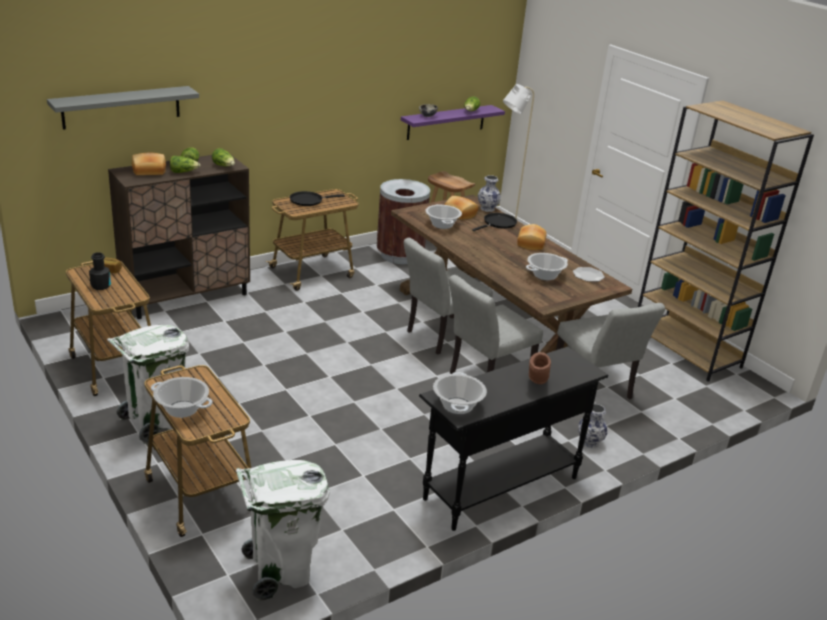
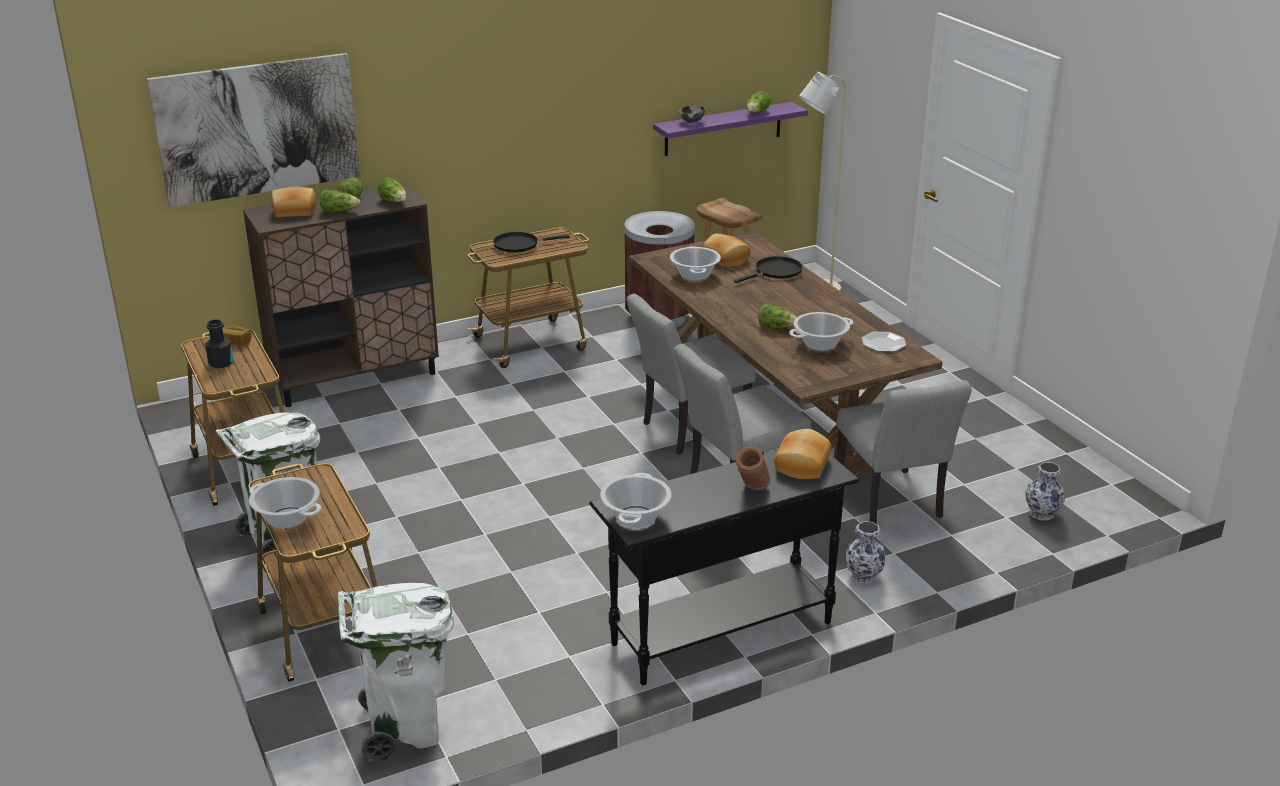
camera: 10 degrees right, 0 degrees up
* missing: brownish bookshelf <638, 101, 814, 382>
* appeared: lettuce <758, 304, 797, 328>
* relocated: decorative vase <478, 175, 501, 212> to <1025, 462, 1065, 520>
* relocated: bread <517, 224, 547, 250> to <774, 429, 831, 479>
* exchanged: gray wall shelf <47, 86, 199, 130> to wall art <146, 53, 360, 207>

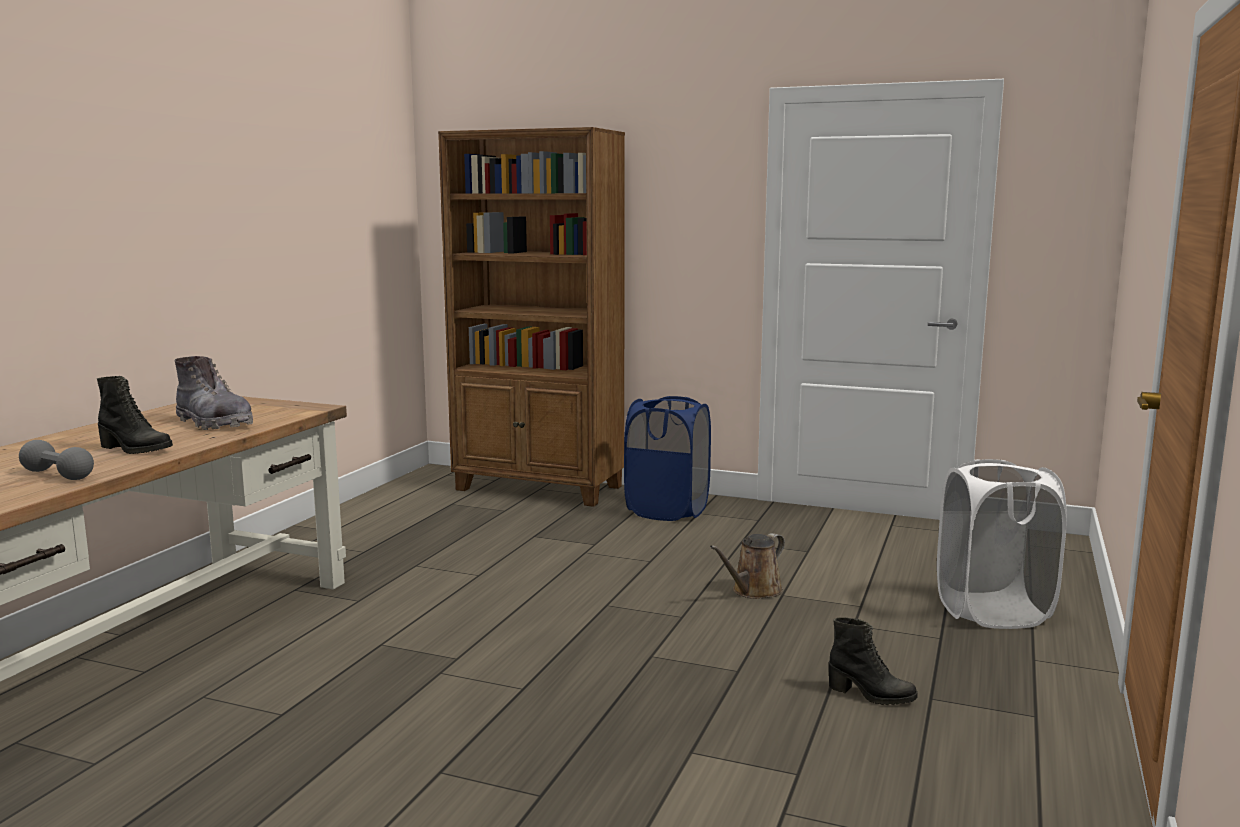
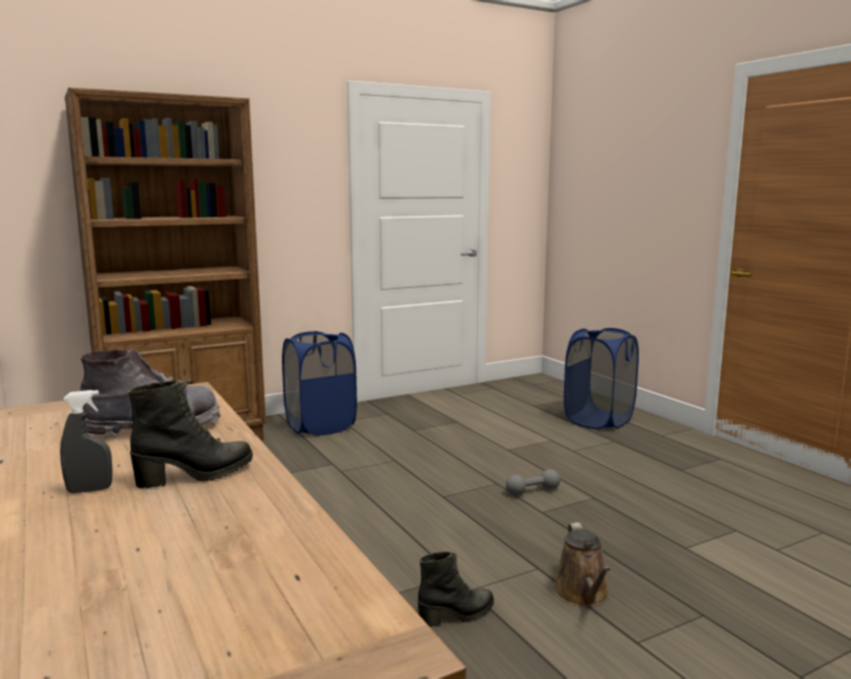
camera: 50 degrees left, 0 degrees up
* appeared: gray hand sprayer <60, 390, 113, 493>
* relocated: gray free weight <19, 440, 94, 480> to <506, 469, 560, 496>
* relocated: brownish watering pot <710, 533, 785, 599> to <553, 522, 611, 607>
* relocated: black-coloured tall boot <829, 618, 918, 705> to <418, 551, 494, 627>
* colour: white-coloured laundry basket <937, 459, 1067, 629> to blue-coloured laundry basket <564, 328, 639, 430>

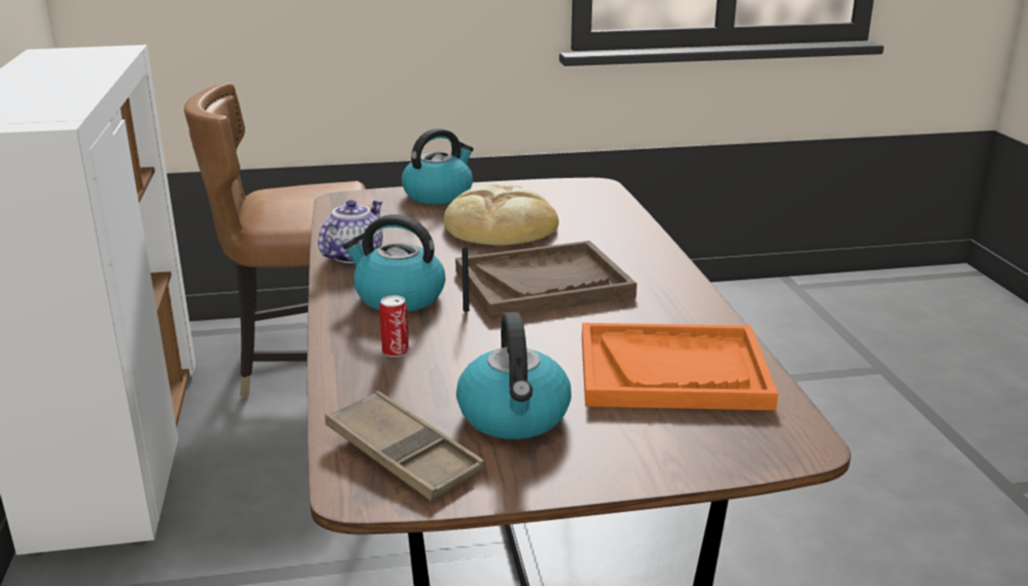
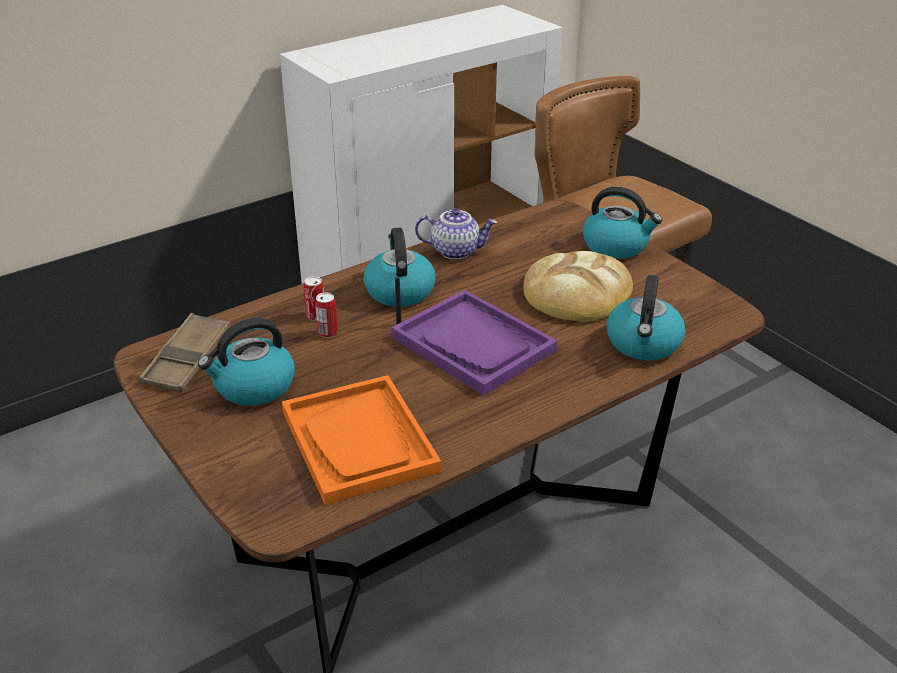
camera: 65 degrees right, 10 degrees up
* appeared: can <315, 292, 338, 338>
* appeared: water kettle <607, 275, 686, 360>
* colour: brownish carrying tray <455, 241, 637, 319> to purple carrying tray <391, 290, 557, 396>

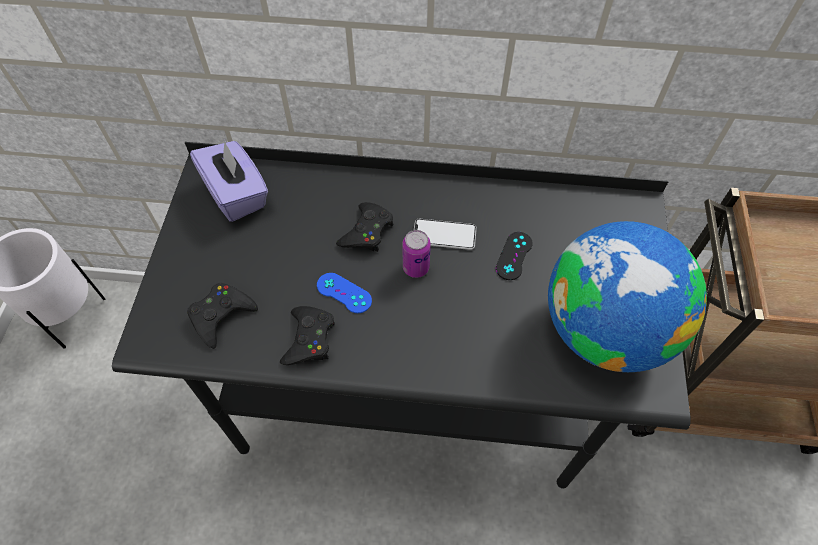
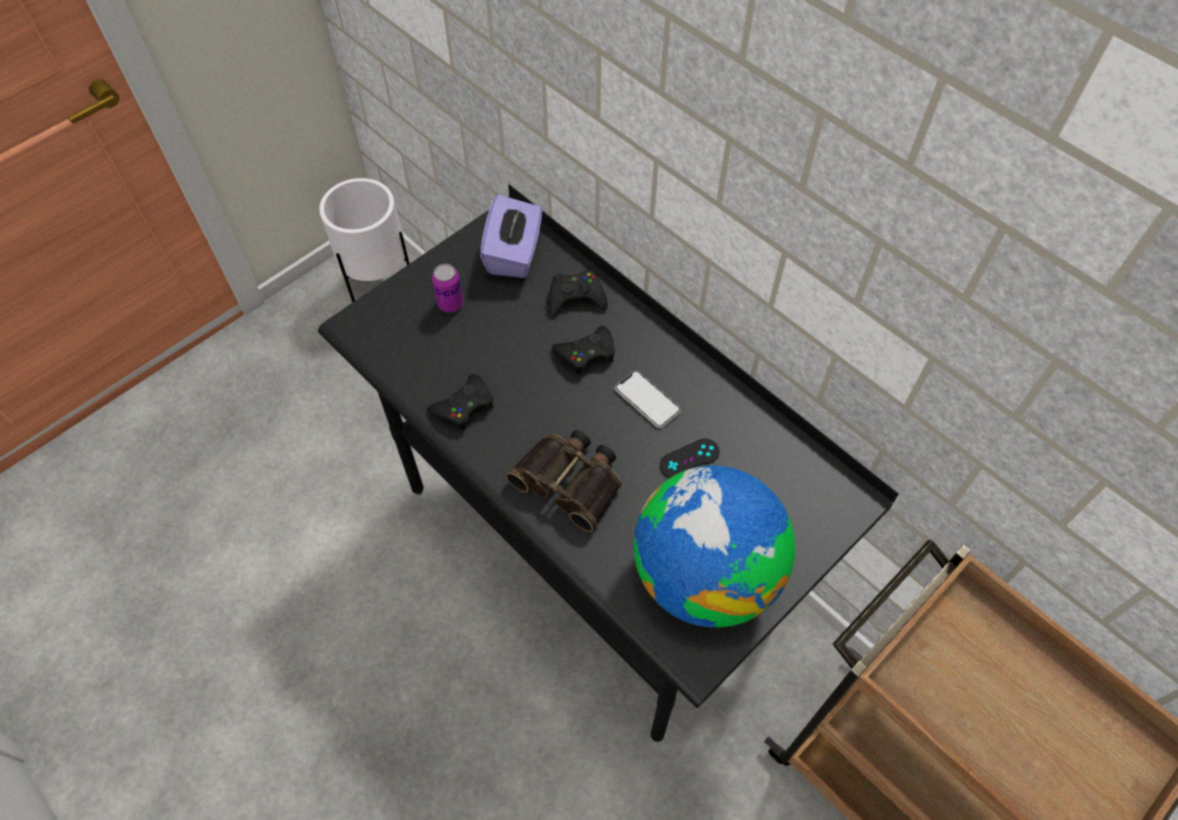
camera: 40 degrees right, 0 degrees up
* missing: blue-coloured gamepad <317, 273, 372, 313>
* appeared: field glasses <506, 430, 622, 532>
* relocated: black-coloured gamepad <187, 283, 258, 349> to <549, 270, 608, 318>
* relocated: can <402, 230, 431, 278> to <432, 264, 463, 312>

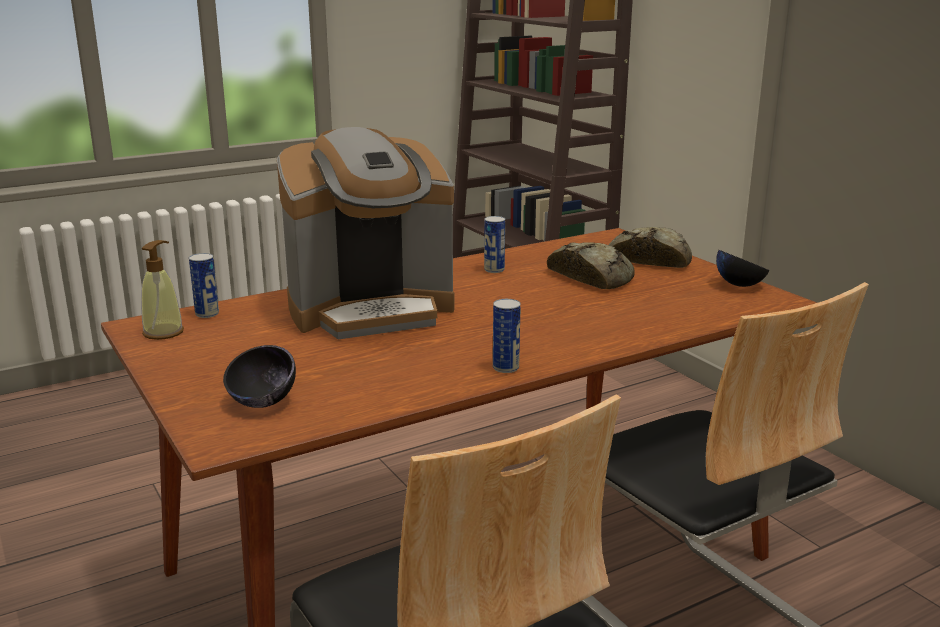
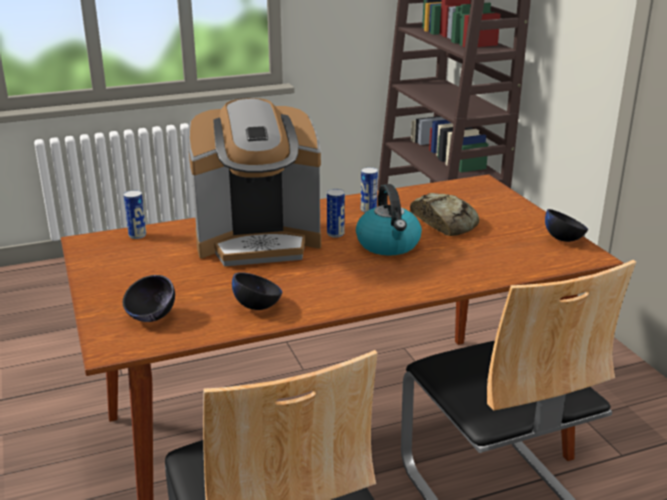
camera: 10 degrees right, 5 degrees up
* missing: soap dispenser <141, 240, 184, 340>
* missing: bread <609, 227, 692, 268>
* appeared: black-coloured bowl <232, 272, 282, 310>
* appeared: water kettle <356, 184, 422, 256>
* relocated: can <493, 299, 521, 373> to <327, 189, 345, 238>

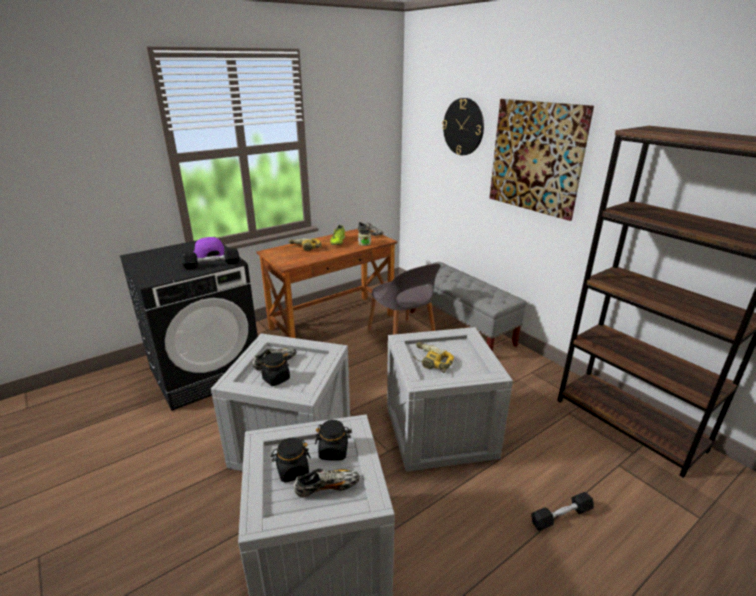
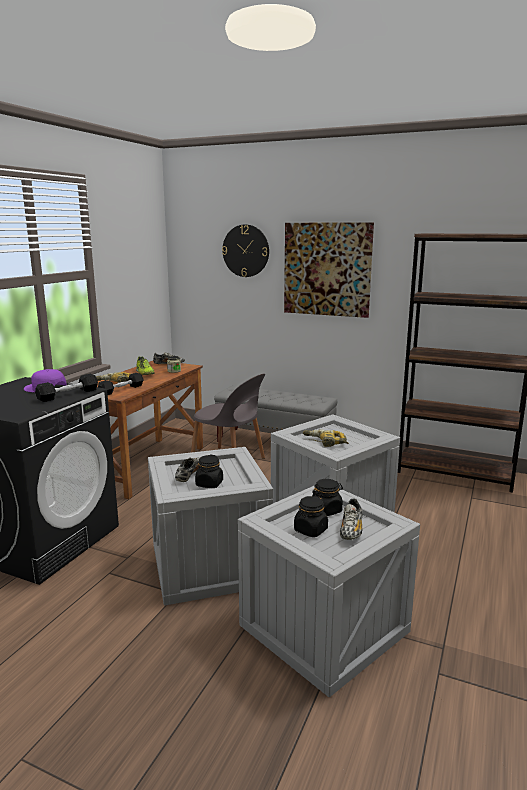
camera: 30 degrees left, 10 degrees down
* relocated: black-coloured free weight <531, 492, 594, 531> to <98, 373, 144, 395>
* spun: shoe <294, 469, 360, 498> = <340, 498, 363, 540> 150 degrees clockwise

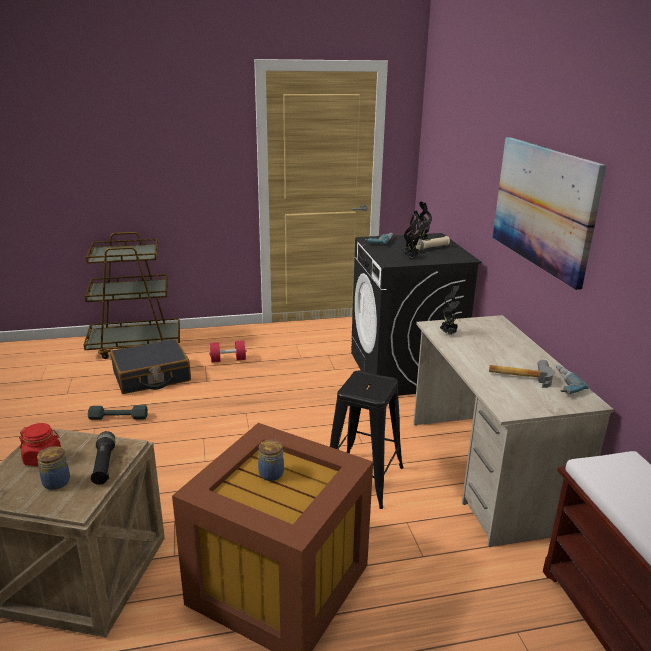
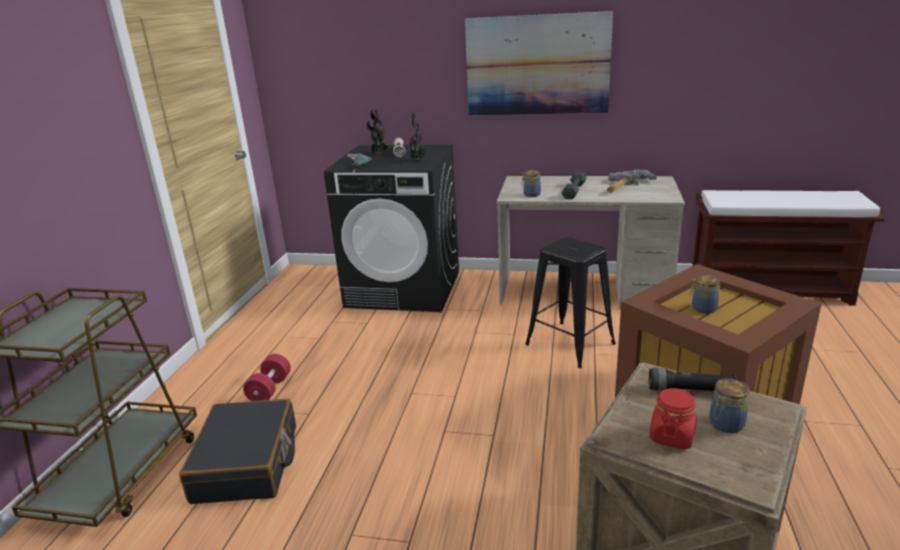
camera: 65 degrees left, 0 degrees up
* relocated: gray free weight <88, 405, 148, 420> to <562, 171, 587, 199>
* exchanged: potted plant <440, 285, 460, 335> to preserve jar <521, 170, 541, 197>

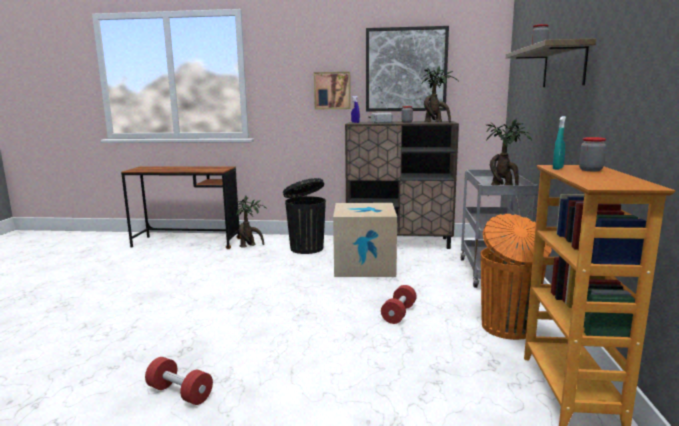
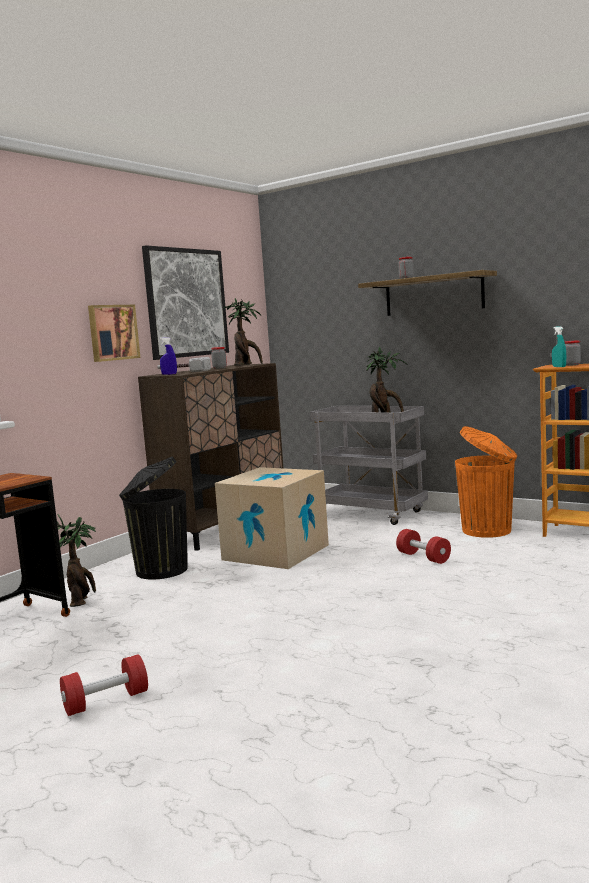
camera: 60 degrees left, 5 degrees down
* relocated: reddish free weight <145, 357, 213, 405> to <60, 654, 148, 716>

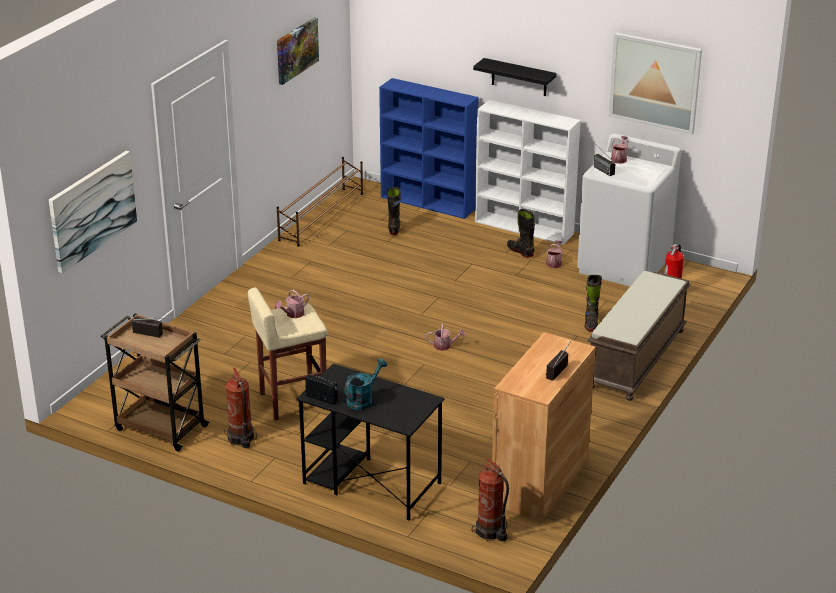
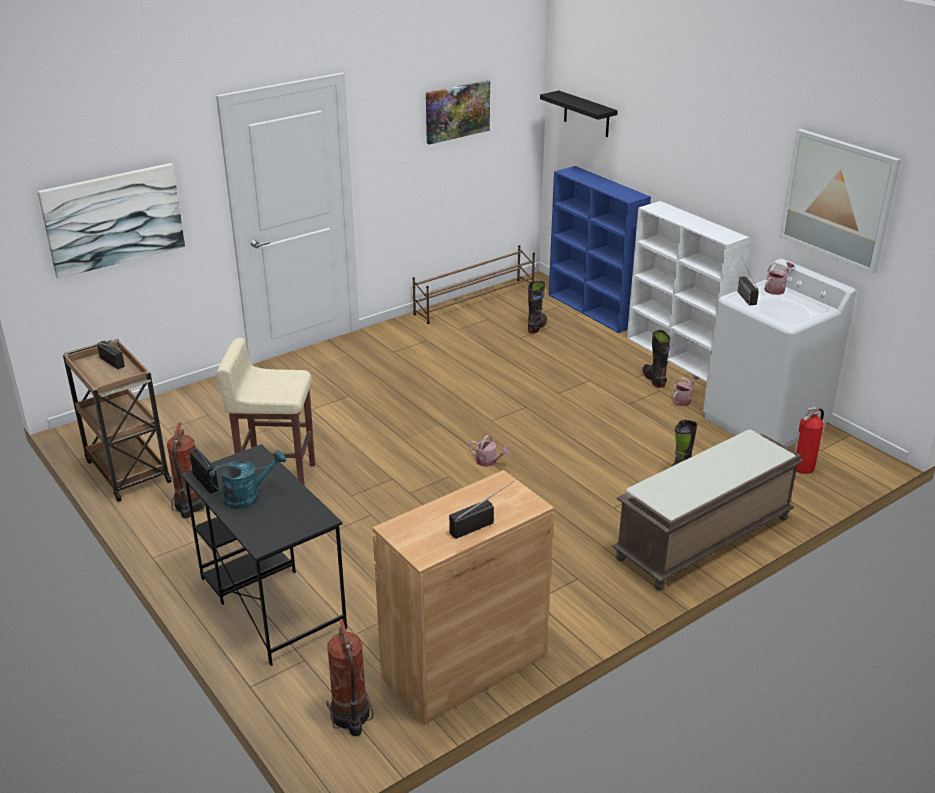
camera: 25 degrees right, 0 degrees up
* missing: watering pot <275, 290, 309, 318>
* relocated: black-coloured wall shelf <473, 58, 557, 96> to <540, 91, 618, 137>

